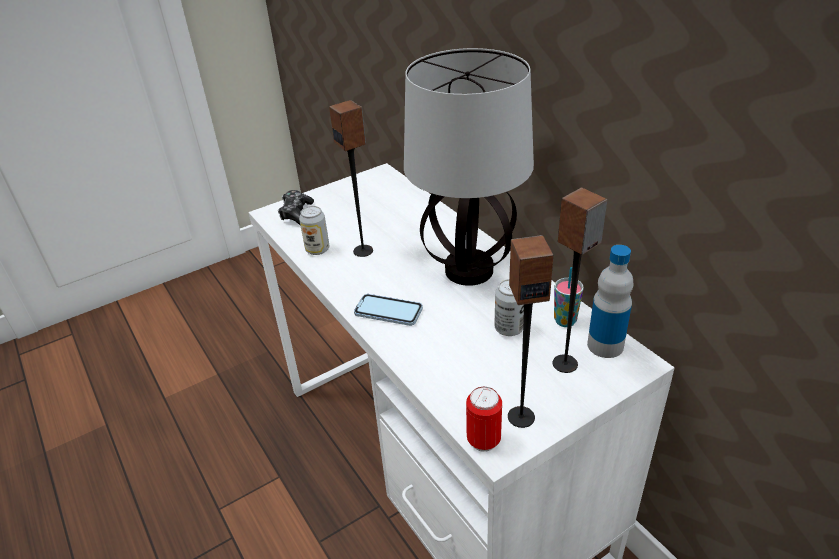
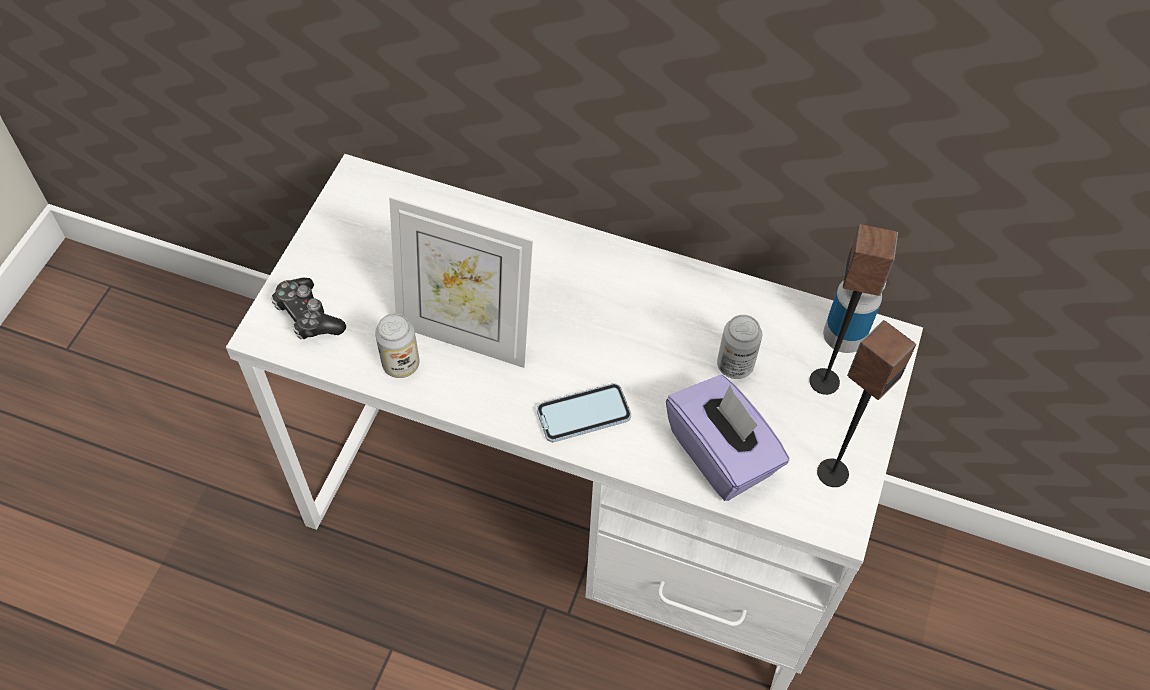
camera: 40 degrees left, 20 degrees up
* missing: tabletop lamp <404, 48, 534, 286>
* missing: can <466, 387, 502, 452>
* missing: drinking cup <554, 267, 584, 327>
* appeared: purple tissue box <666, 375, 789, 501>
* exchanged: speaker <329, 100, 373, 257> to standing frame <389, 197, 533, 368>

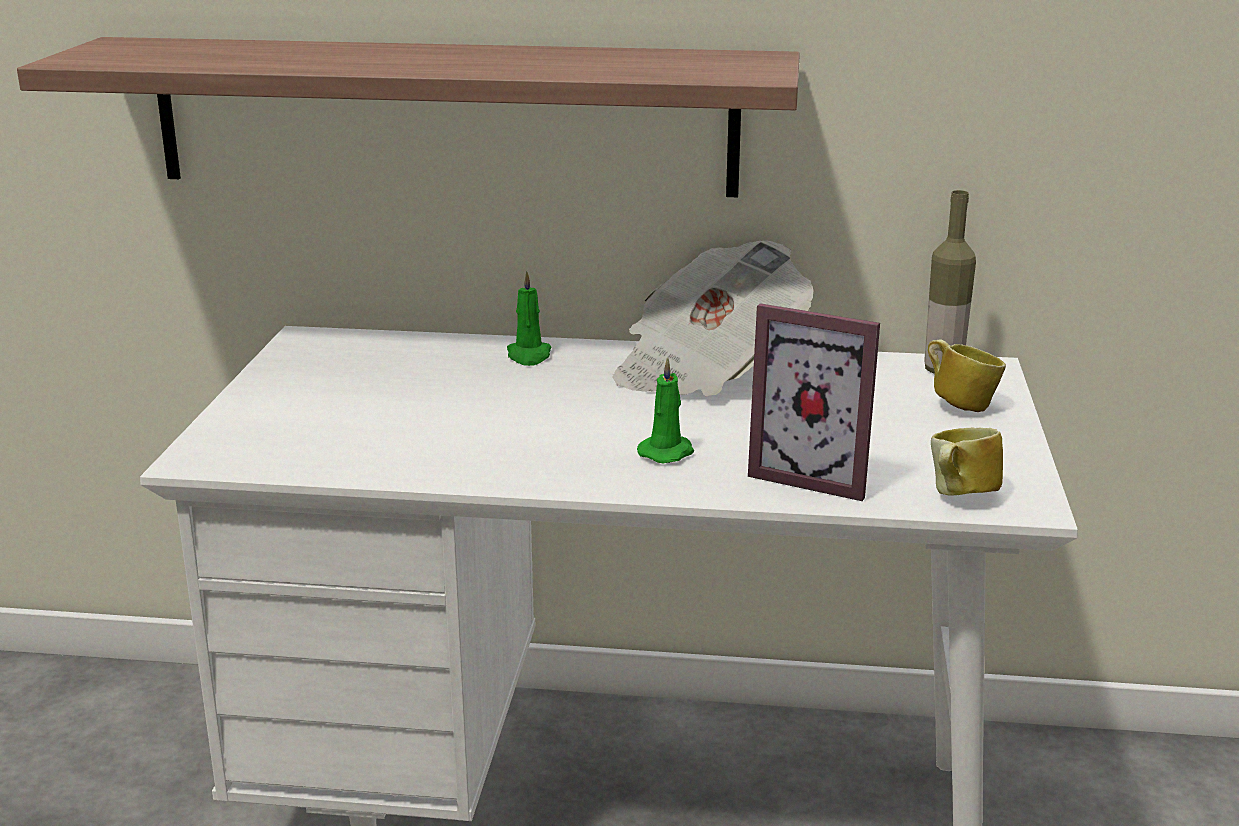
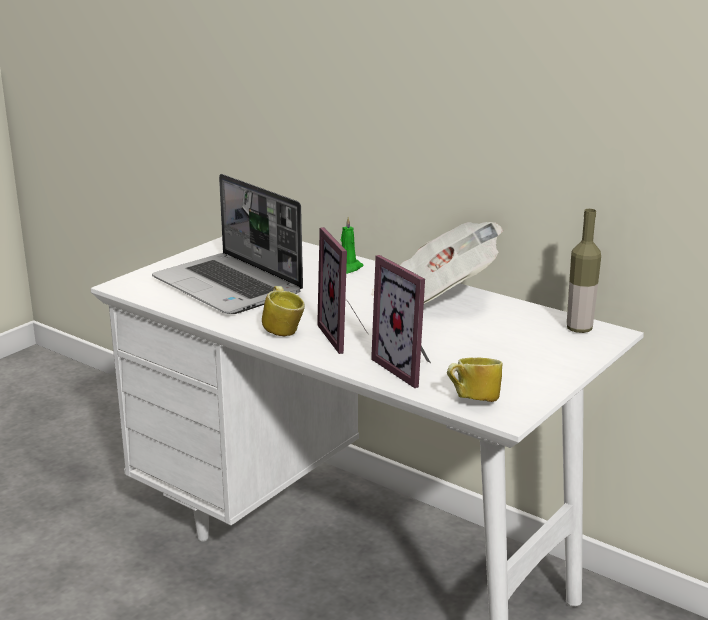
camera: 30 degrees right, 0 degrees up
* missing: wall shelf <17, 37, 800, 197>
* appeared: notebook computer <152, 174, 303, 314>
* relocated: mug <928, 339, 1006, 412> to <262, 286, 305, 336>
* exchanged: green-coloured wax candle <637, 357, 694, 463> to standing frame <317, 227, 367, 354>

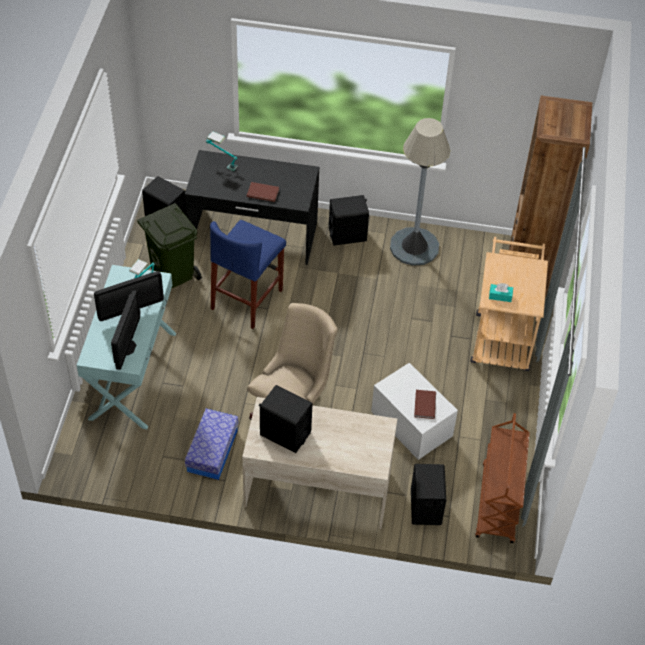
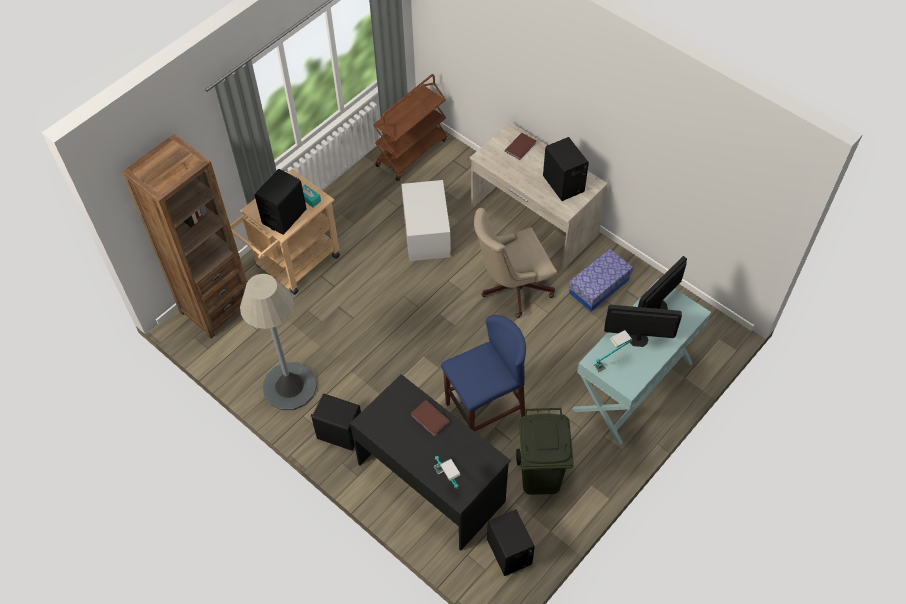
camera: 145 degrees left, 5 degrees up
* relocated: black-coloured speaker <411, 464, 446, 525> to <254, 169, 307, 235>
* relocated: brownish bound book <414, 390, 436, 419> to <505, 133, 536, 160>

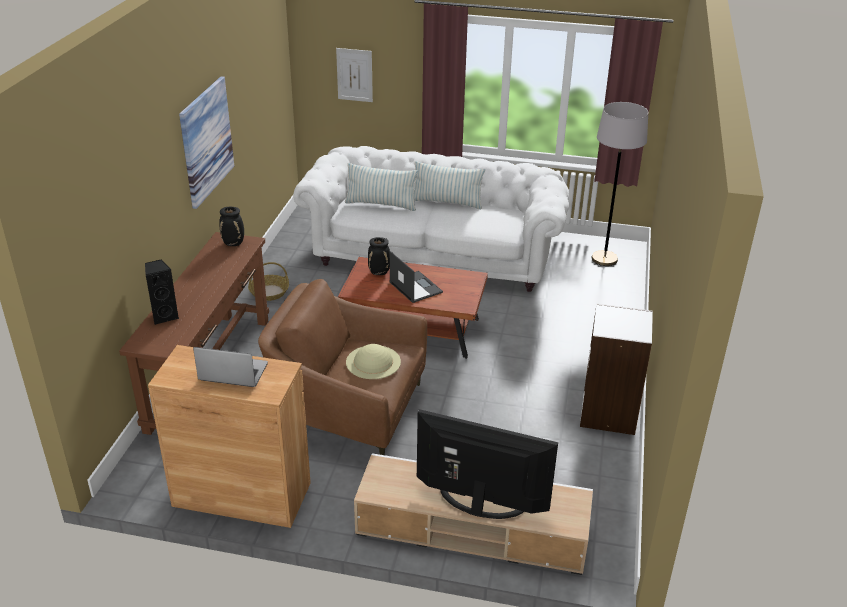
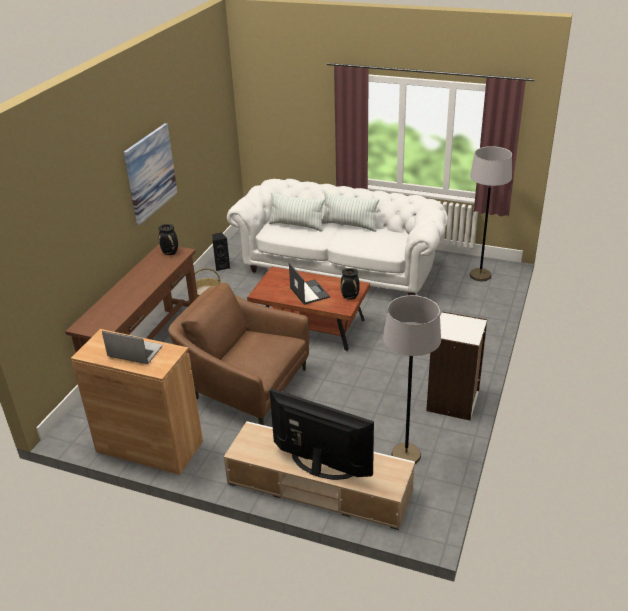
camera: 10 degrees right, 0 degrees up
* missing: wall art <336, 48, 373, 102>
* missing: beige-coloured wearable hat <346, 344, 401, 379>
* appeared: gray standing lamp <383, 295, 441, 464>
* relocated: black-coloured speaker <145, 259, 179, 325> to <212, 233, 230, 271>
* relocated: black-coloured decorative vase <368, 237, 390, 275> to <341, 268, 360, 299>

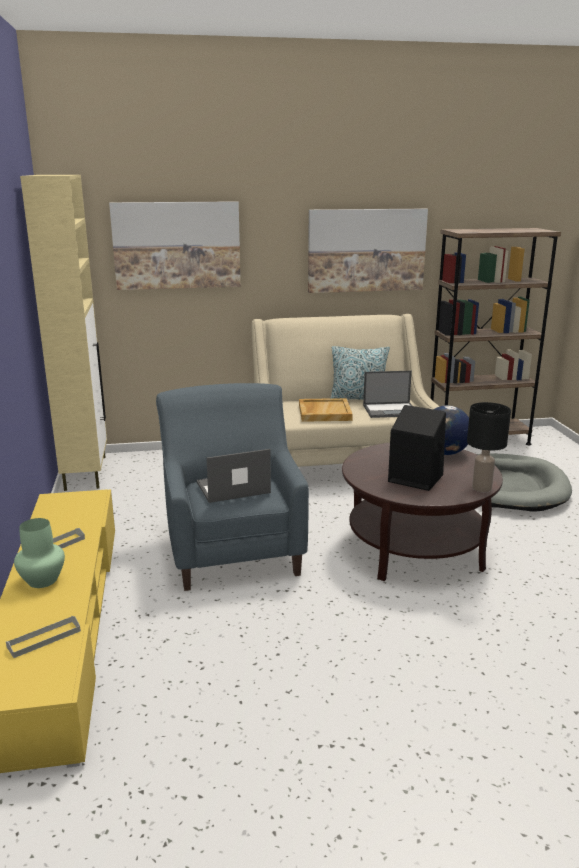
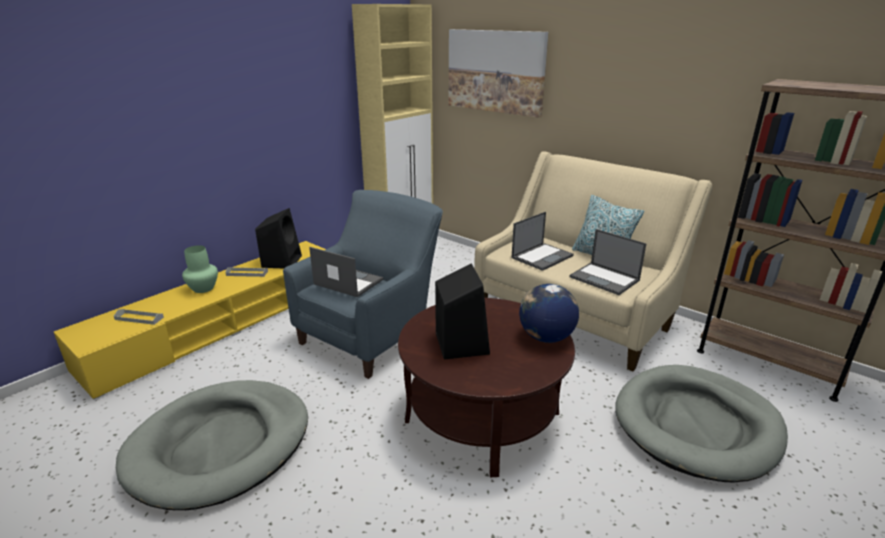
camera: 50 degrees right, 5 degrees up
* missing: wall art <308, 209, 428, 293>
* missing: black-coloured tabletop lamp <467, 402, 511, 492>
* appeared: gray dog cushion <116, 380, 308, 510>
* appeared: black-coloured speaker <255, 208, 302, 268>
* exchanged: beige-coloured carrying tray <299, 398, 353, 422> to notebook computer <511, 212, 574, 271>

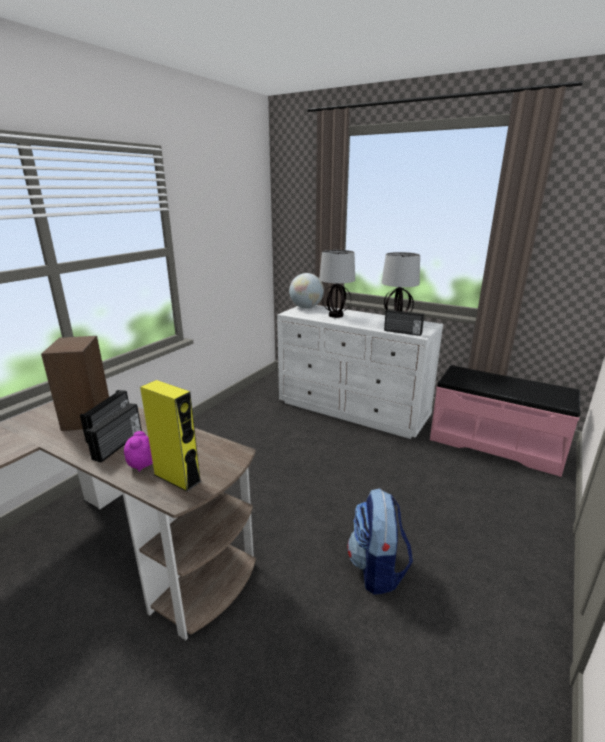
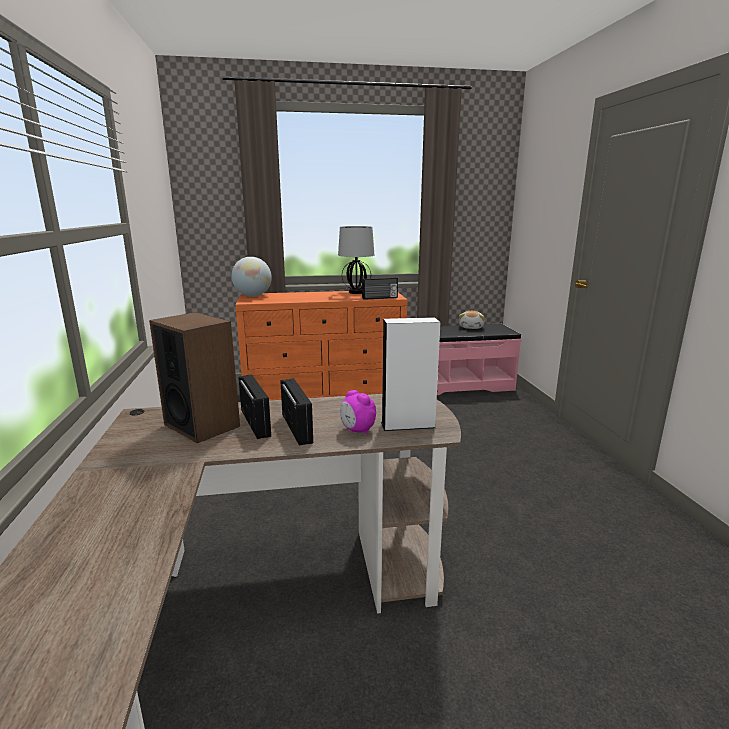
camera: 40 degrees left, 5 degrees down
* missing: tabletop lamp <319, 250, 355, 318>
* missing: rucksack <347, 488, 413, 595>
* appeared: soft toy <459, 311, 485, 329>
* colour: yellowish speaker <140, 380, 201, 492> to white-coloured speaker <381, 317, 440, 431>
* colour: white-coloured chest of drawers <277, 305, 443, 439> to orangey chest of drawers <236, 291, 408, 400>

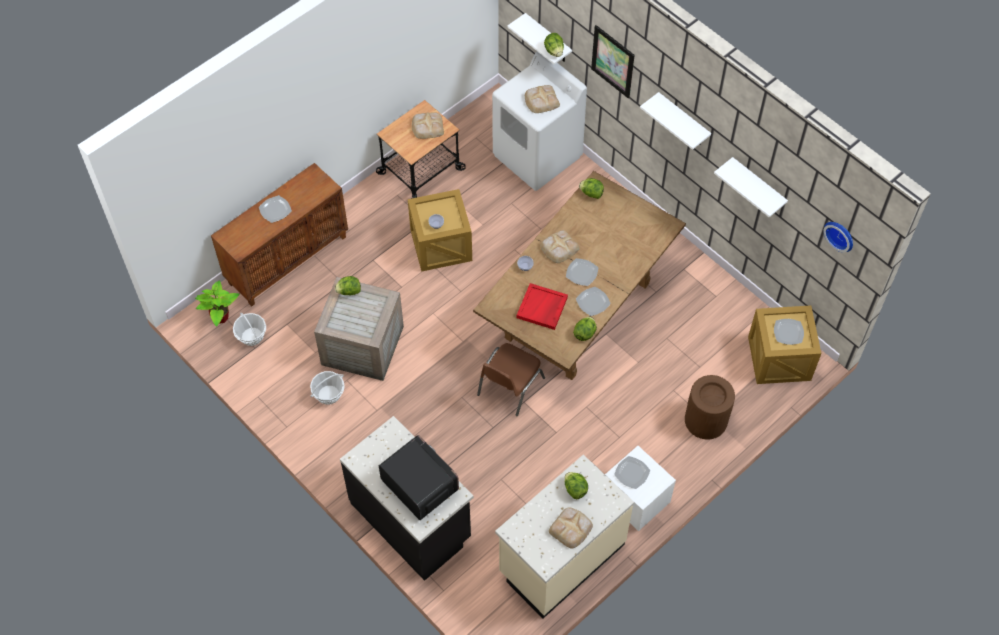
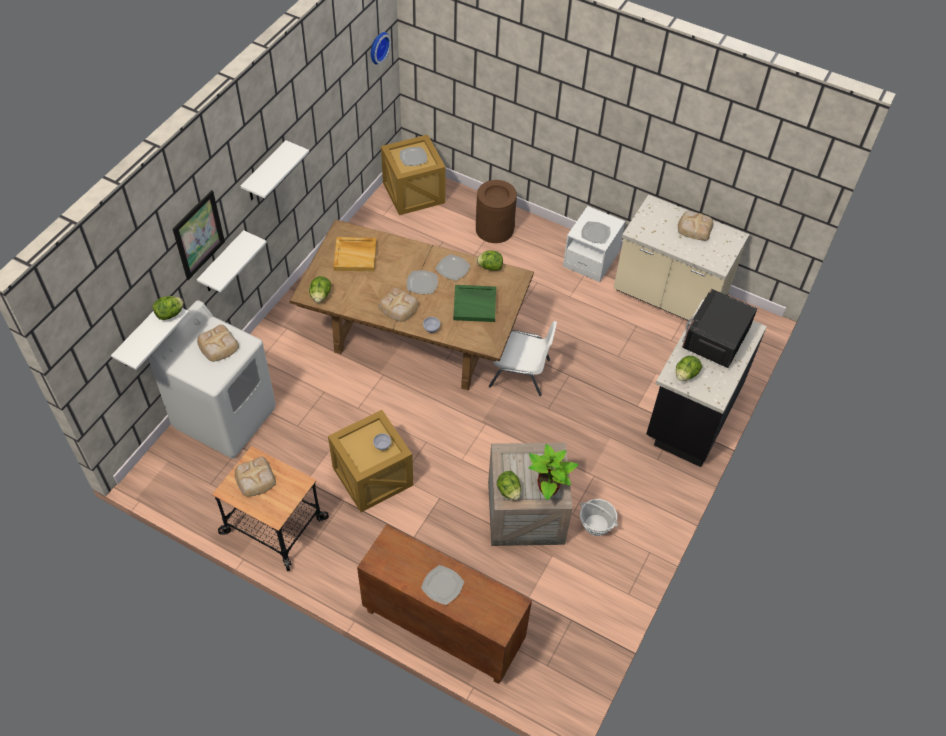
camera: 110 degrees left, 5 degrees down
* missing: basket <233, 313, 266, 346>
* appeared: beige-coloured carrying tray <333, 237, 377, 271>
* relocated: potted plant <195, 281, 240, 327> to <529, 444, 579, 500>
* relocated: lettuce <565, 472, 588, 499> to <676, 356, 702, 381>
* relocated: white-coloured wall shelf <714, 157, 788, 217> to <197, 230, 267, 293>
* colour: brownish upright chair <477, 343, 545, 416> to white-coloured upright chair <489, 321, 557, 396>
* colour: reddish carrying tray <517, 283, 568, 330> to green-coloured carrying tray <453, 285, 496, 322>

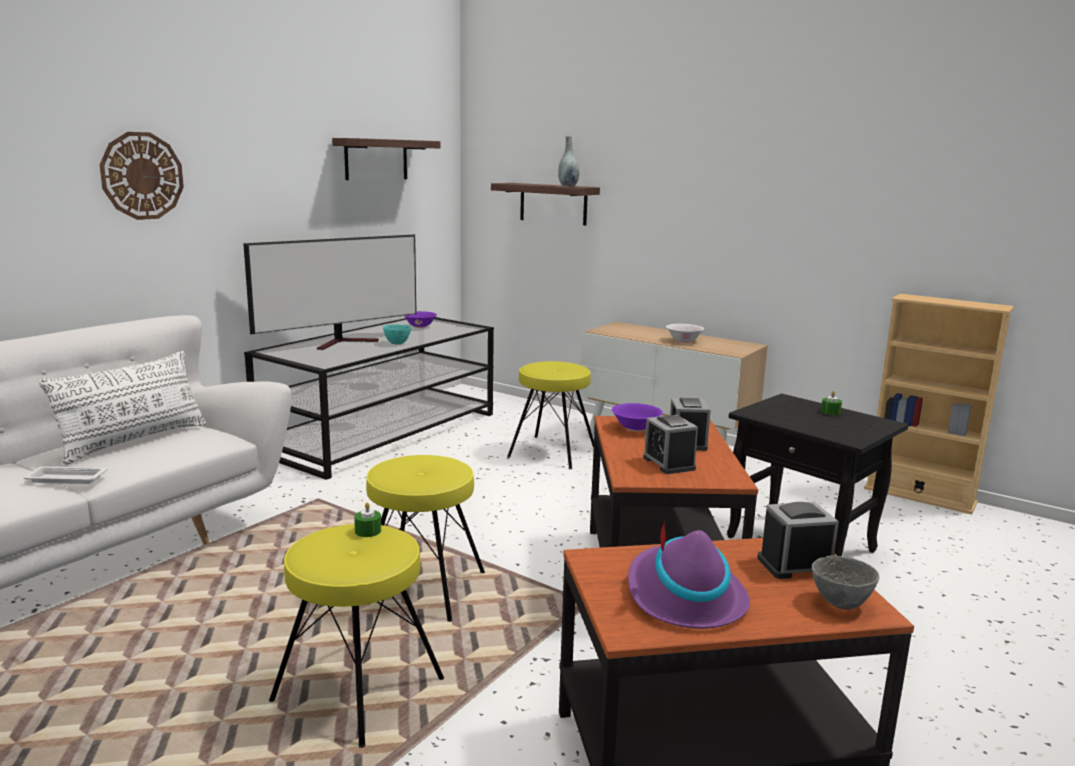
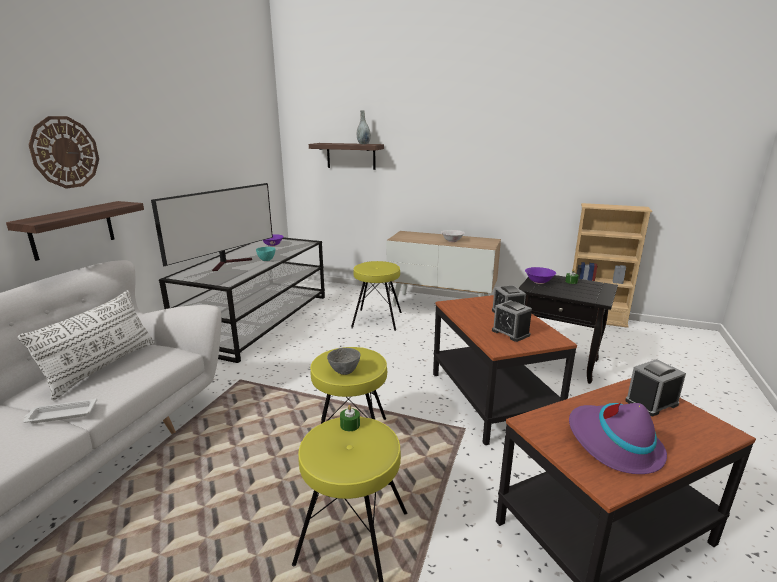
camera: 15 degrees left, 5 degrees up
* relocated: wall shelf <332, 138, 440, 180> to <6, 201, 144, 261>
* relocated: purple bowl <612, 403, 663, 432> to <525, 267, 556, 284>
* relocated: gray bowl <812, 556, 880, 609> to <327, 348, 360, 375>

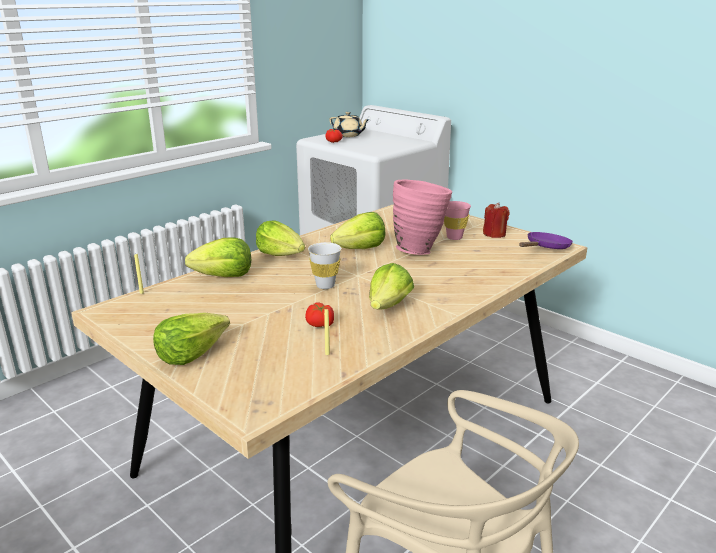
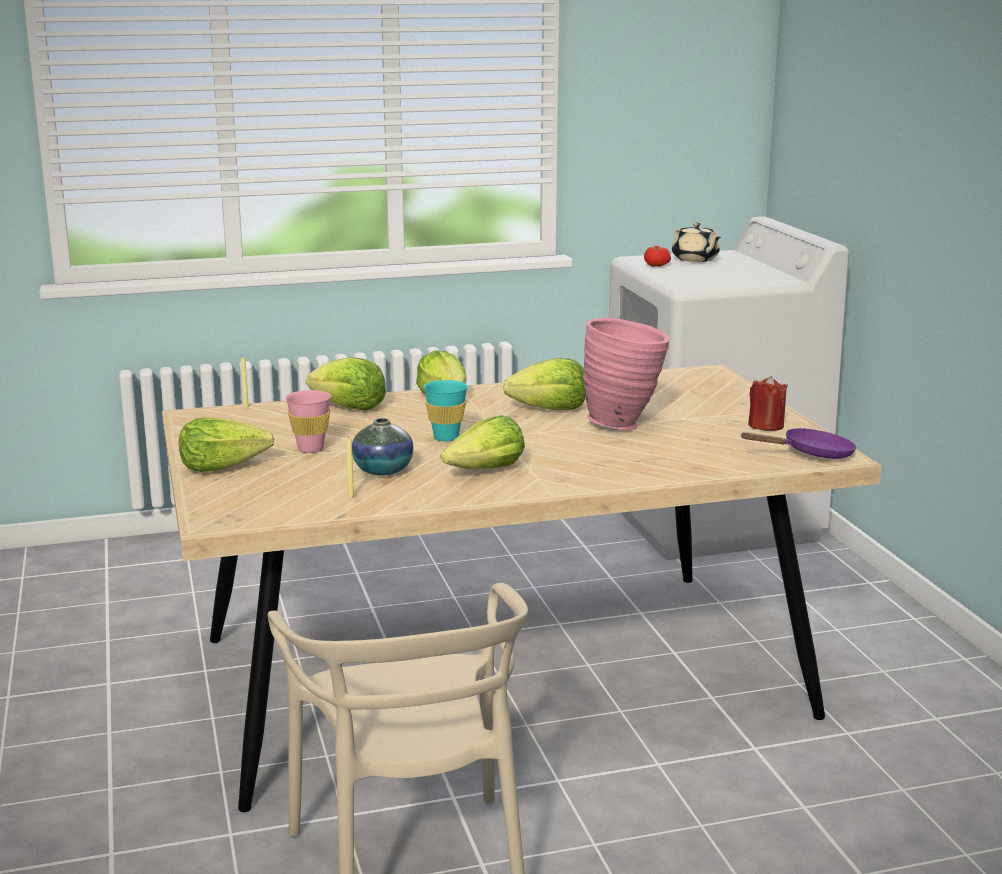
camera: 30 degrees right, 5 degrees down
* relocated: pink drinking cup <444, 201, 471, 240> to <285, 390, 331, 453>
* exchanged: fresh tomato <305, 302, 334, 327> to decorative vase <352, 418, 414, 475>
* colour: white-coloured drinking cup <308, 242, 341, 289> to blue-green drinking cup <423, 380, 468, 441>

